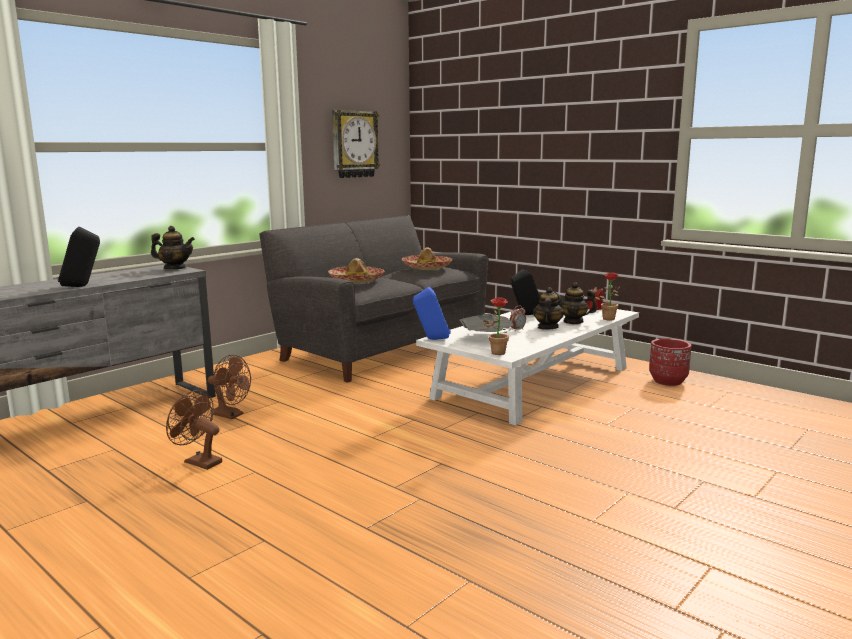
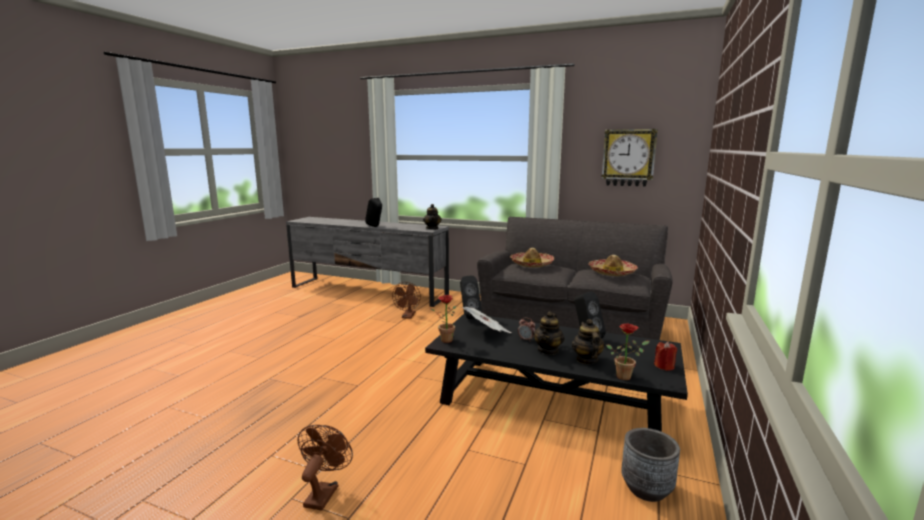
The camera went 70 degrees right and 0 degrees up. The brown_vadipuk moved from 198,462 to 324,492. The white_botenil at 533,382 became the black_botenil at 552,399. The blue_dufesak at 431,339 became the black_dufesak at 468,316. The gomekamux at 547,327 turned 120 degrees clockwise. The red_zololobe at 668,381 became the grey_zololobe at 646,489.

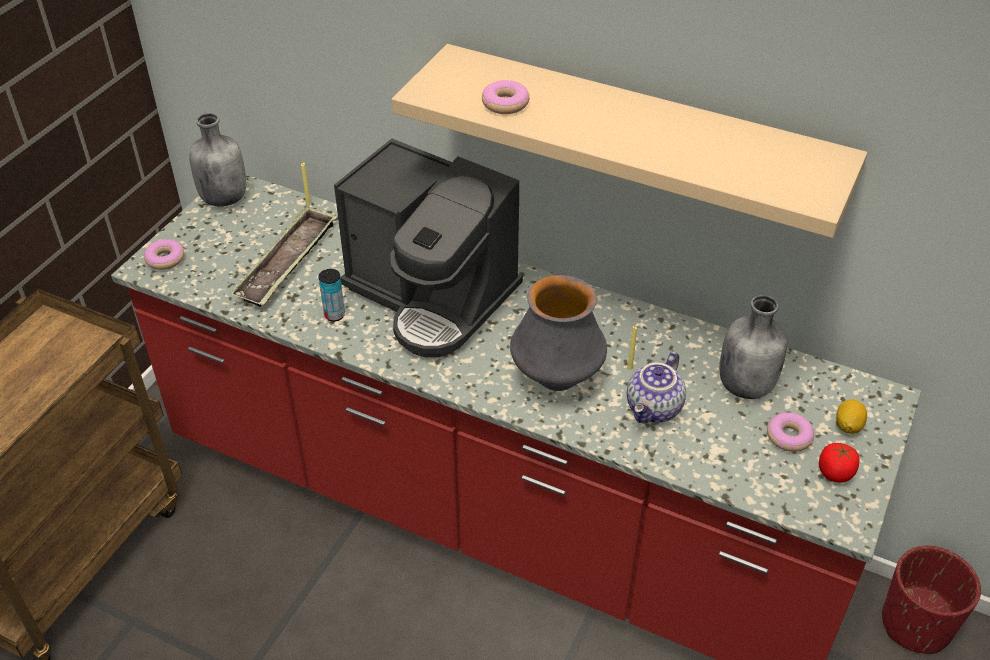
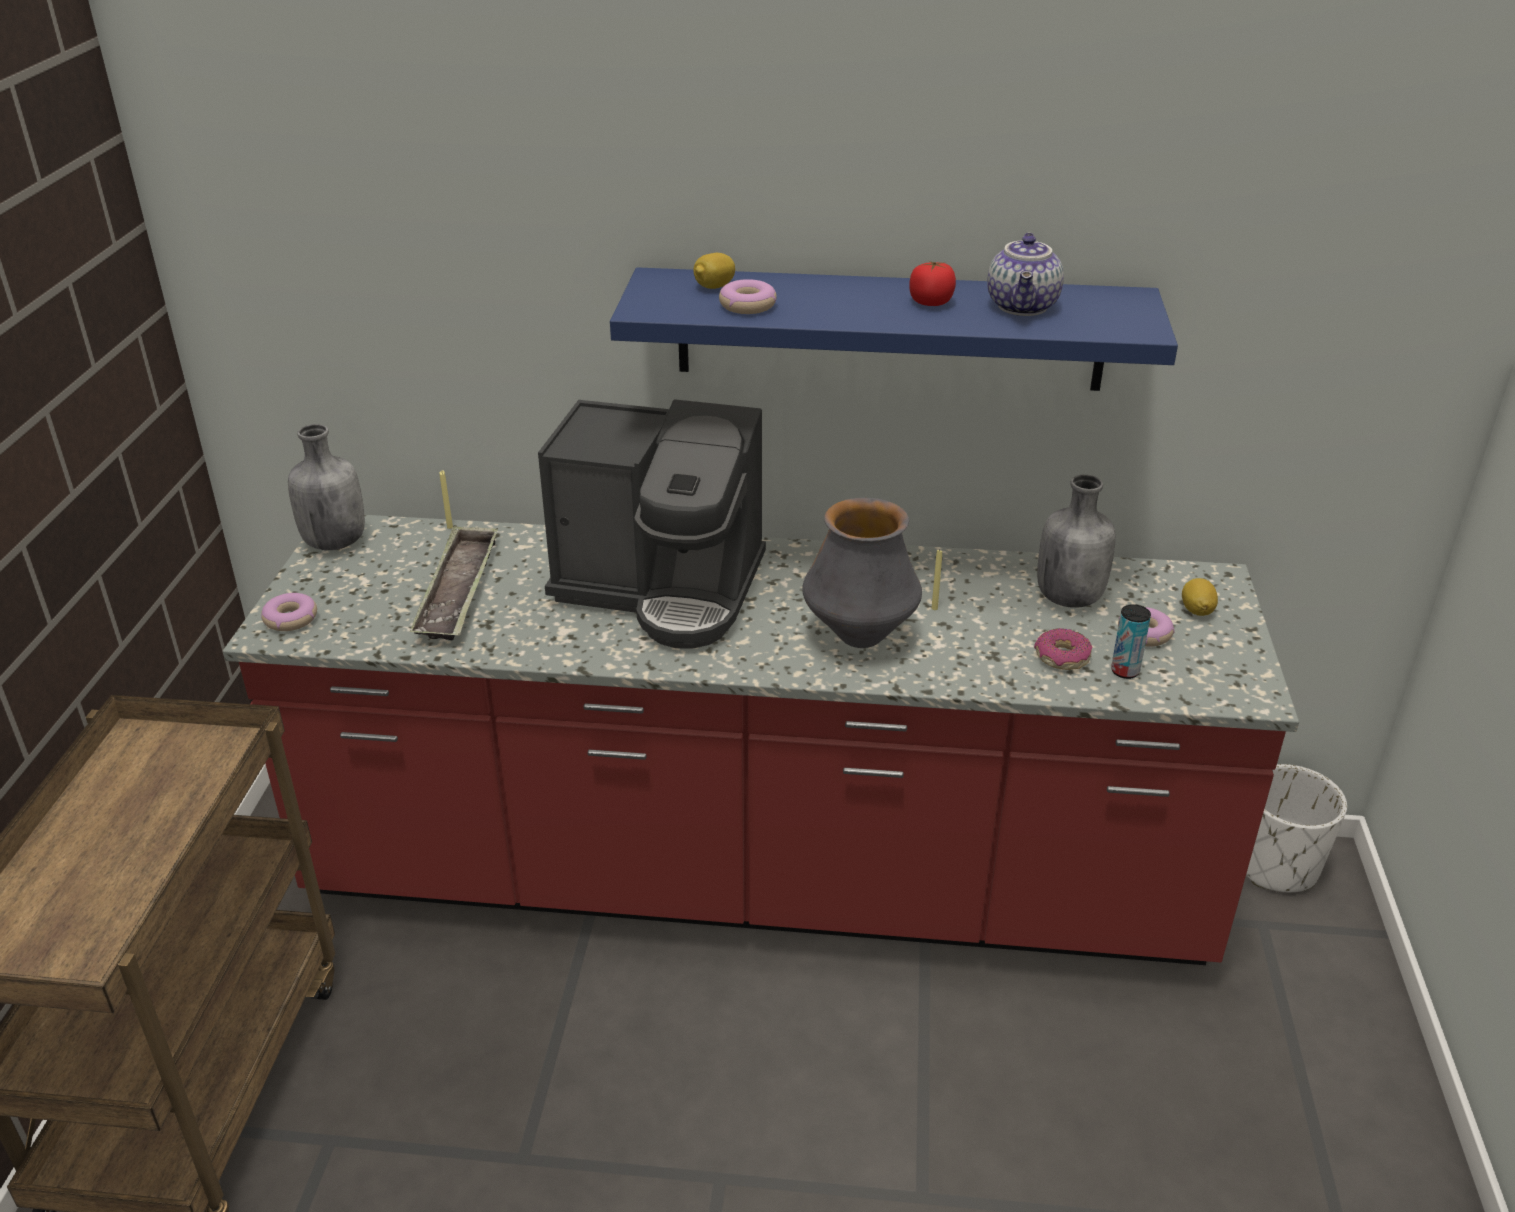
The camera went 20 degrees left and 10 degrees down. The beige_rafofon at 639,133 became the blue_rafofon at 889,329. The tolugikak at 714,287 appeared. The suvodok moved from 835,473 to 931,302. The gomekamux moved from 655,409 to 1024,307. The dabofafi at 1062,657 appeared. The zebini moved from 334,315 to 1125,671. The red_zololobe at 916,624 became the white_zololobe at 1276,866.

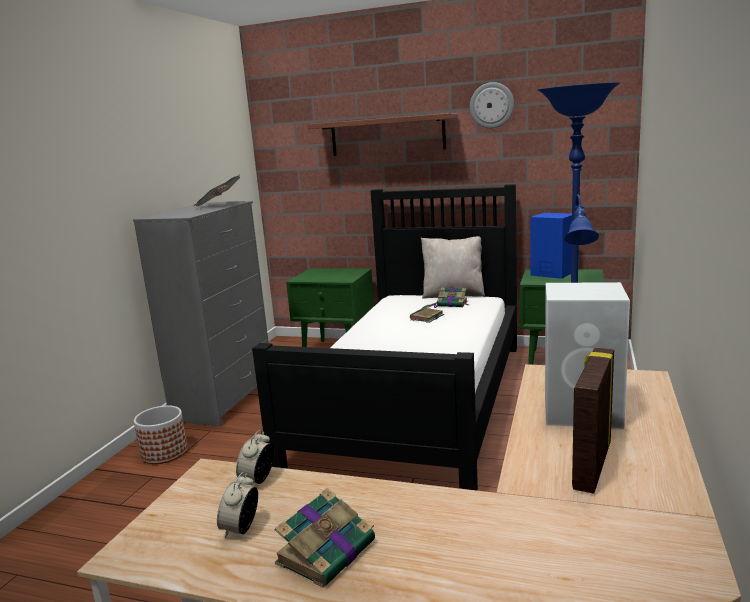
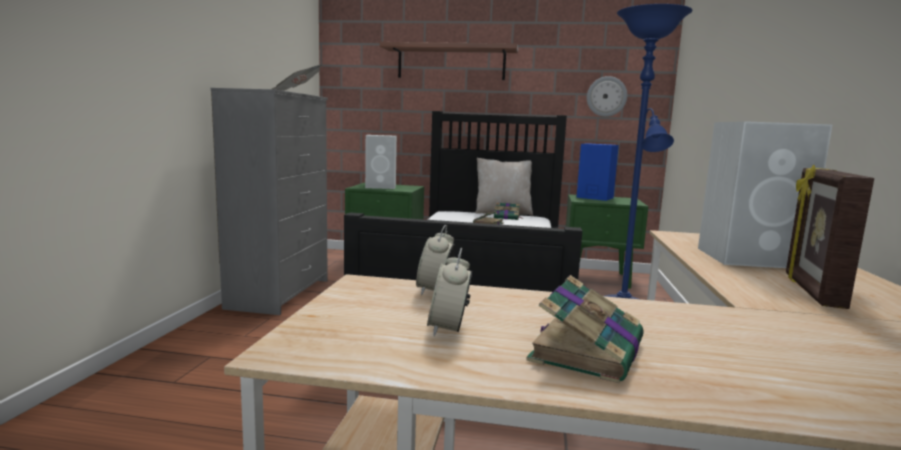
The camera went 10 degrees left and 5 degrees down. The white_dufesak at 381,187 appeared. The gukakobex moved from 491,105 to 606,96. The zololobe at 164,452 disappeared.

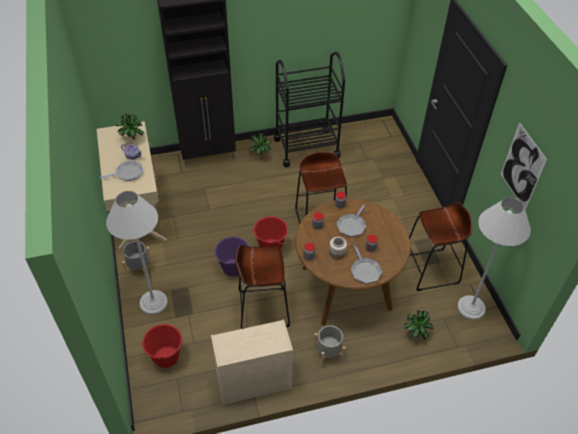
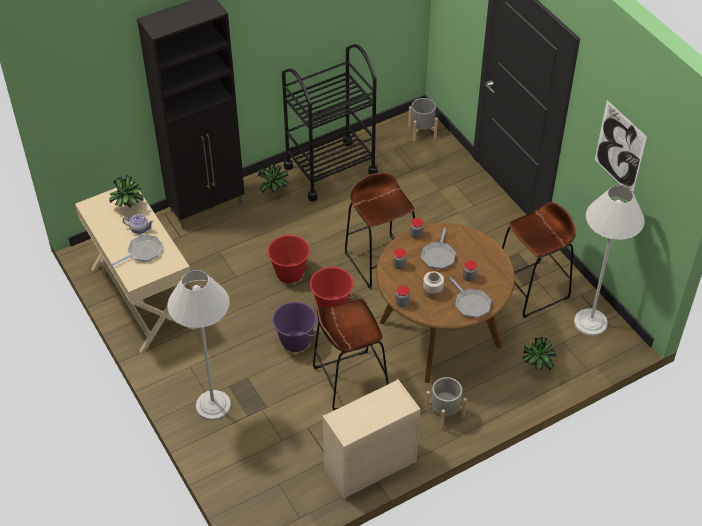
The camera went 15 degrees left and 0 degrees up. The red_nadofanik moved from 166,357 to 290,274. The grey_zololobe moved from 139,269 to 422,131.

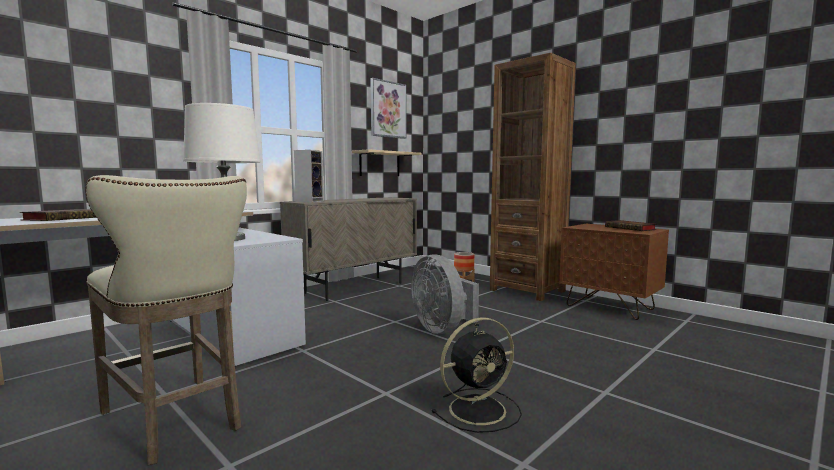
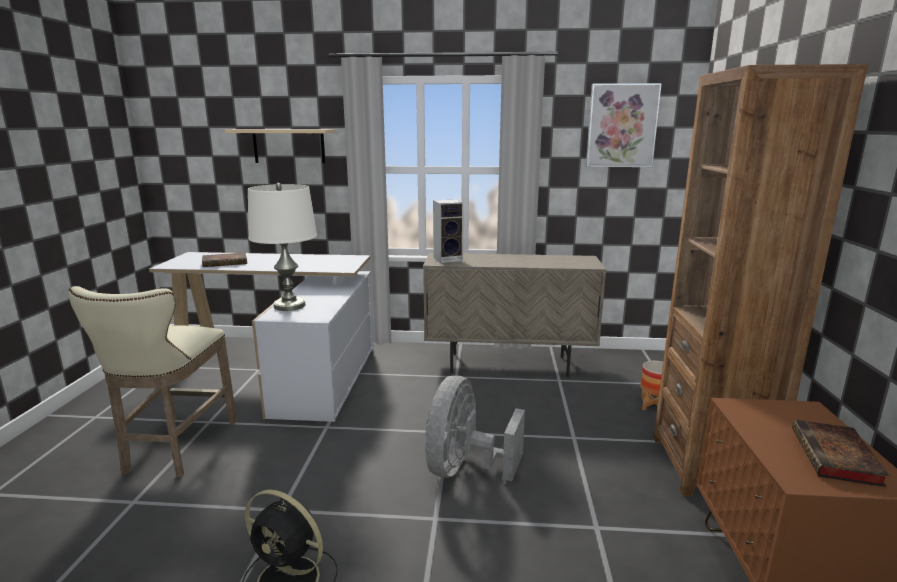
The camera went 50 degrees right and 10 degrees up. The beige_rafofon moved from 379,164 to 289,146.

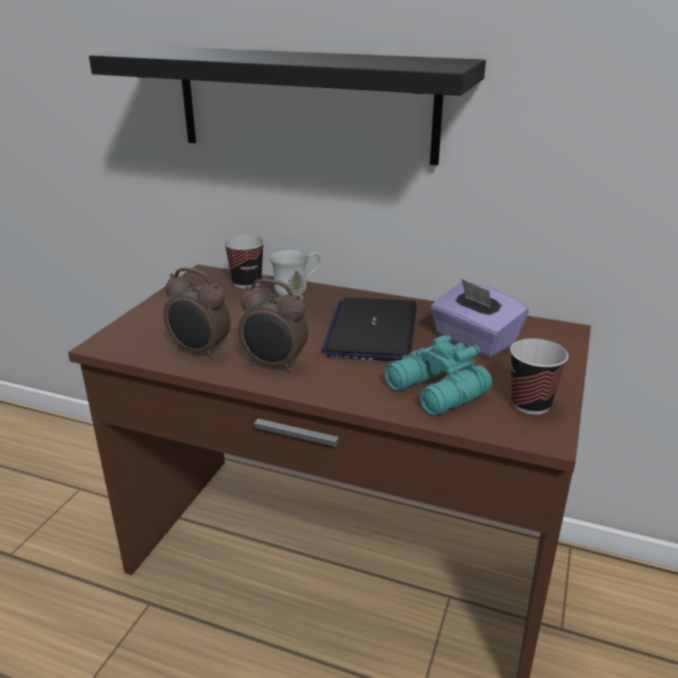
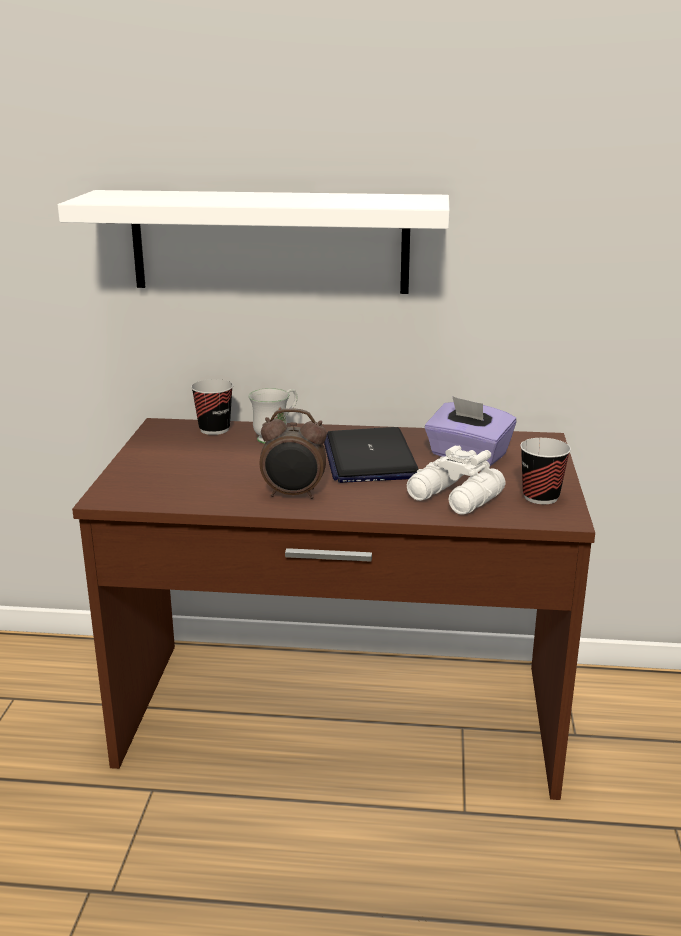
The camera went 15 degrees left and 5 degrees down. The black_rafofon at 305,104 became the white_rafofon at 269,242. The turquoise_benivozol at 435,392 became the white_benivozol at 455,498. The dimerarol at 200,351 disappeared.

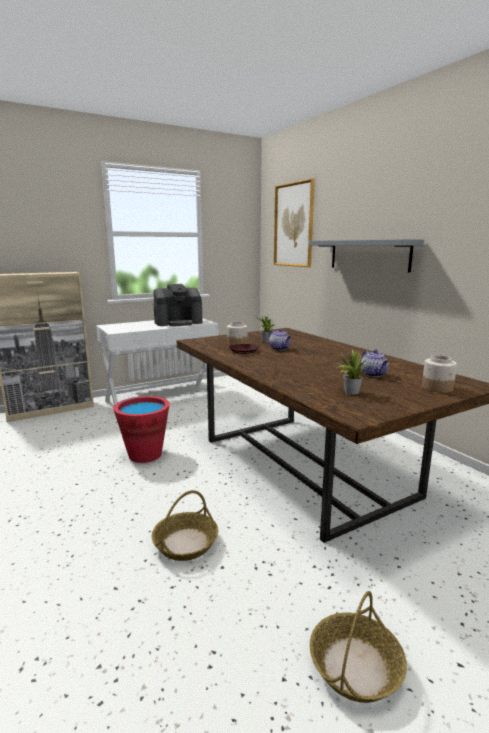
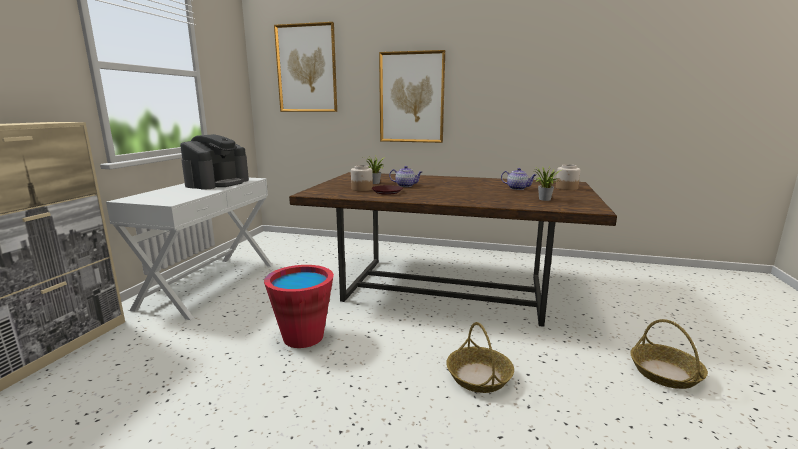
The camera went 45 degrees left and 0 degrees up. The grey_rafofon at 368,255 was replaced by the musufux at 411,97.

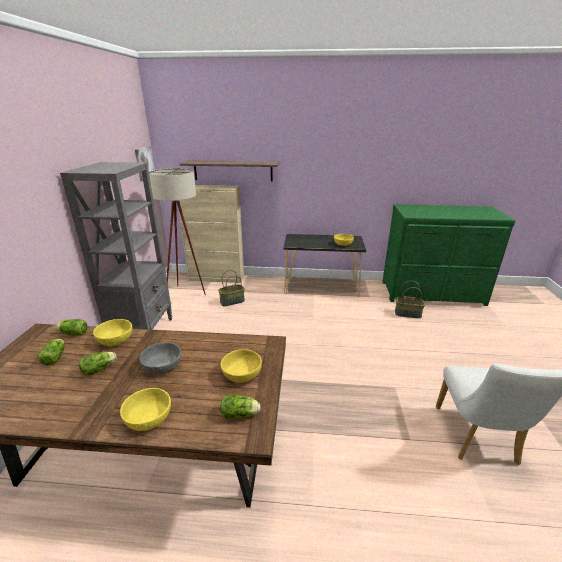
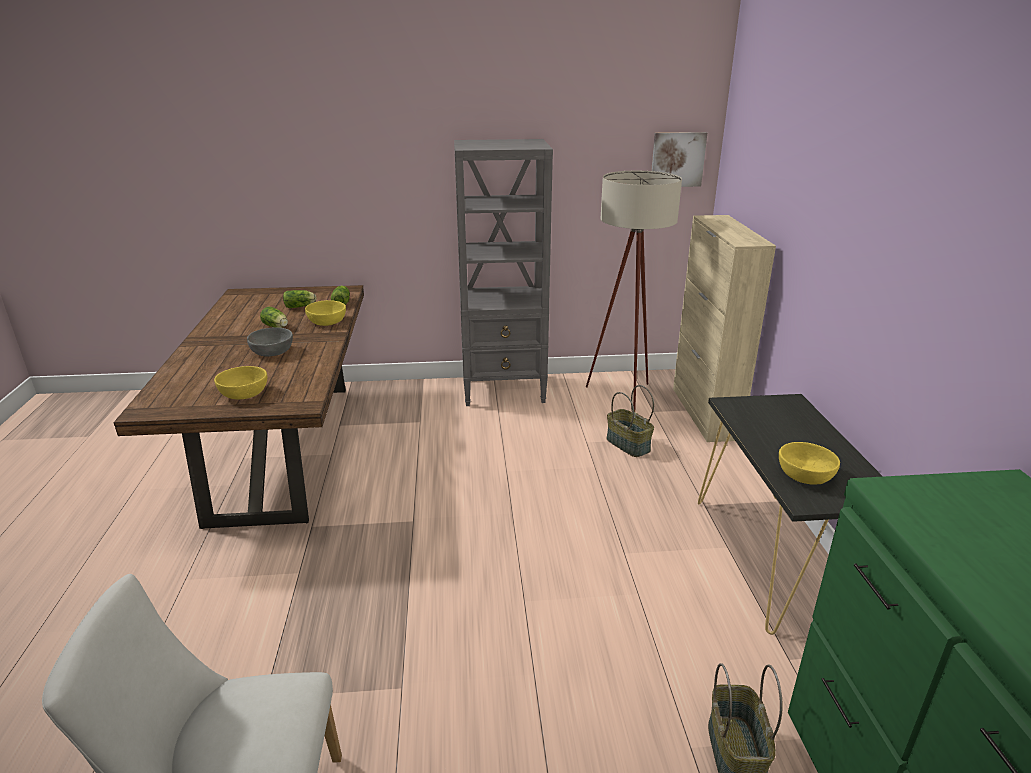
The camera went 80 degrees right and 0 degrees up. The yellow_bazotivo at 149,418 disappeared. The rafofon at 233,170 disappeared. The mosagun at 241,414 disappeared.

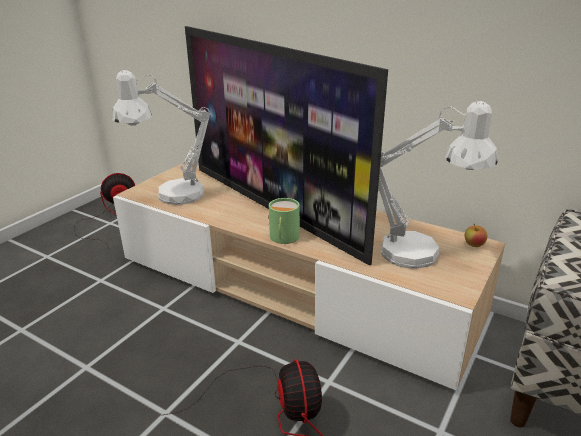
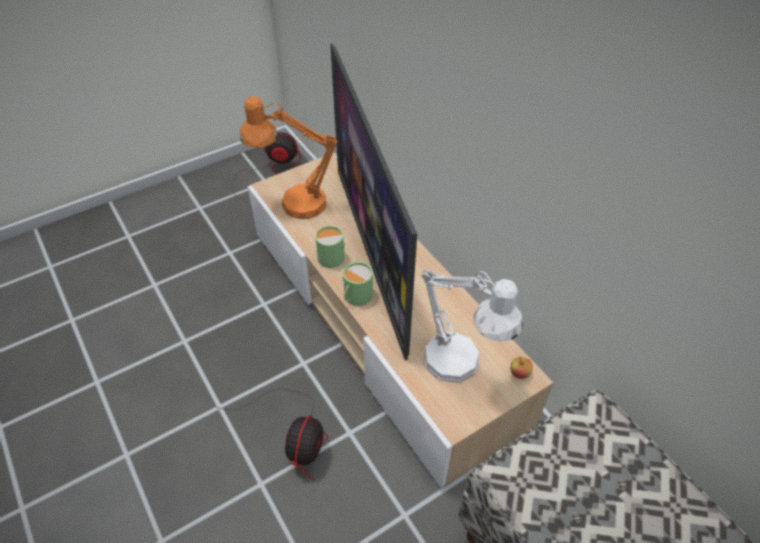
The camera went 25 degrees right and 20 degrees up. The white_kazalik at 171,196 became the orange_kazalik at 294,203. The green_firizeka at 331,255 appeared.

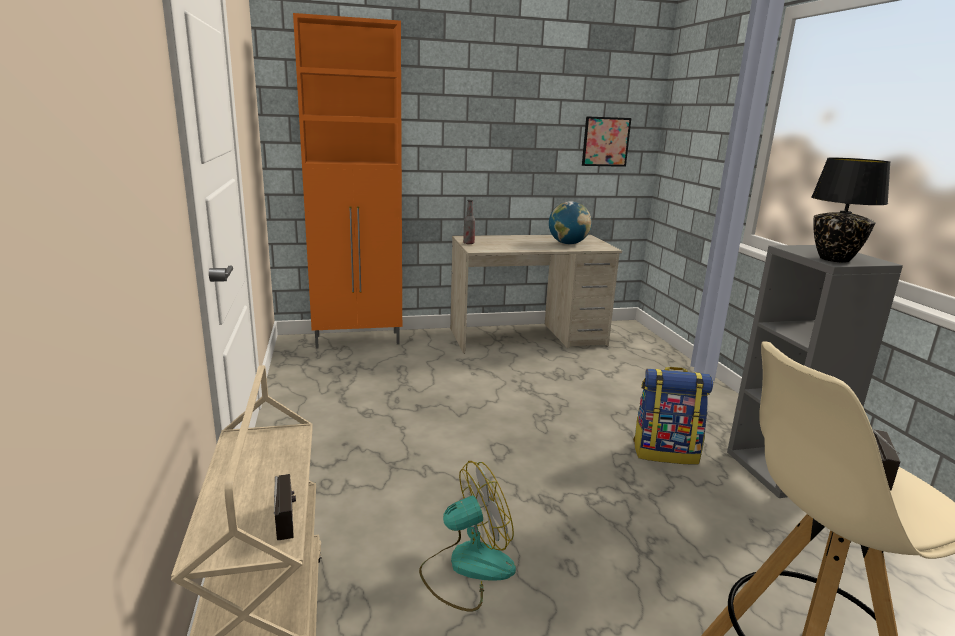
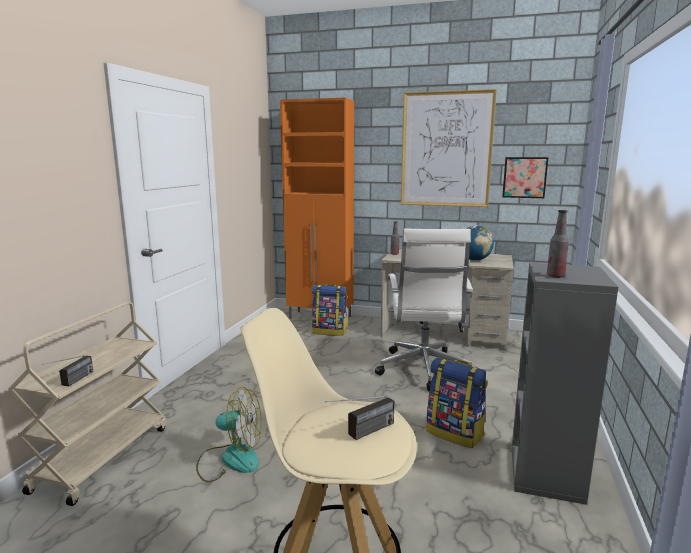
The camera went 30 degrees right and 5 degrees down. The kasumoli at 330,331 appeared. The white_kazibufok at 423,370 appeared. The musufux at 446,149 appeared. The black_kazalik at 833,259 was replaced by the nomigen at 555,276.

